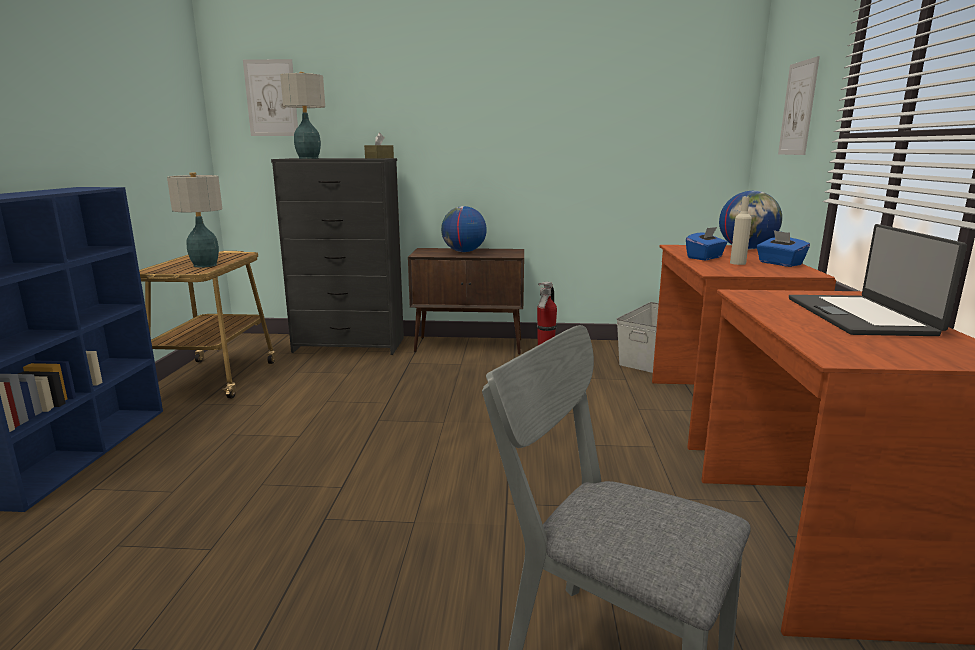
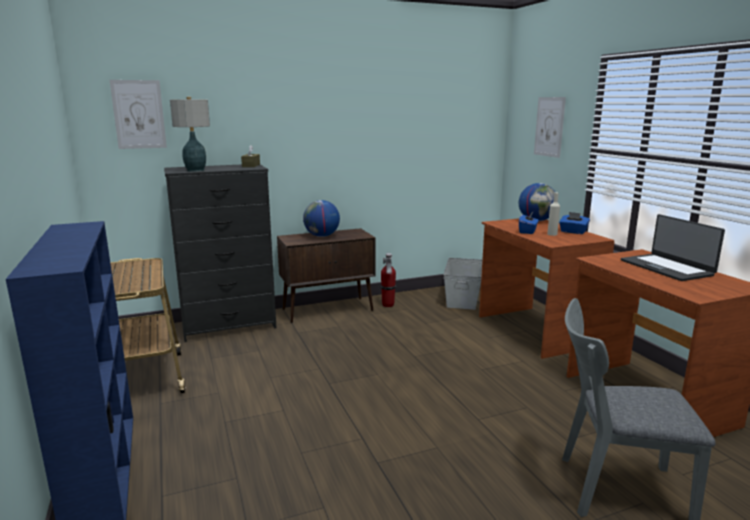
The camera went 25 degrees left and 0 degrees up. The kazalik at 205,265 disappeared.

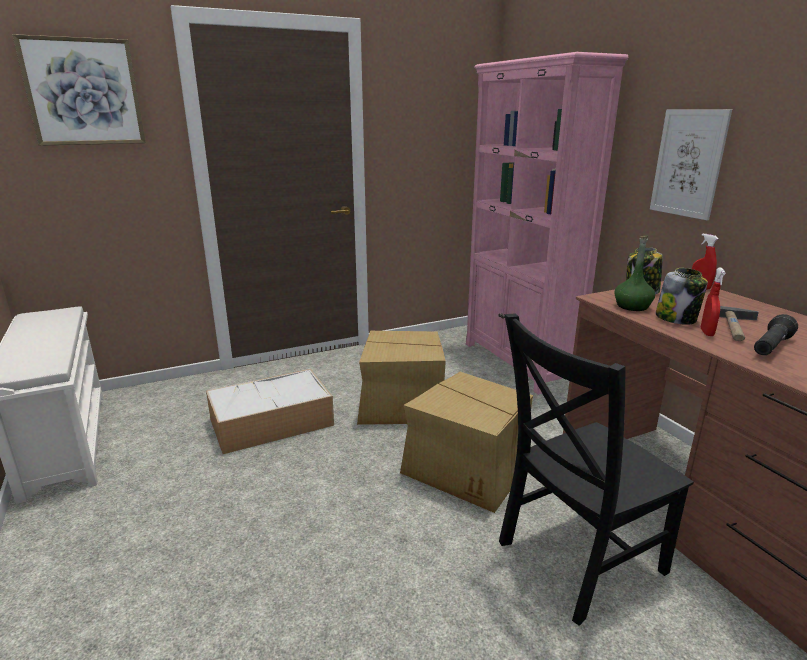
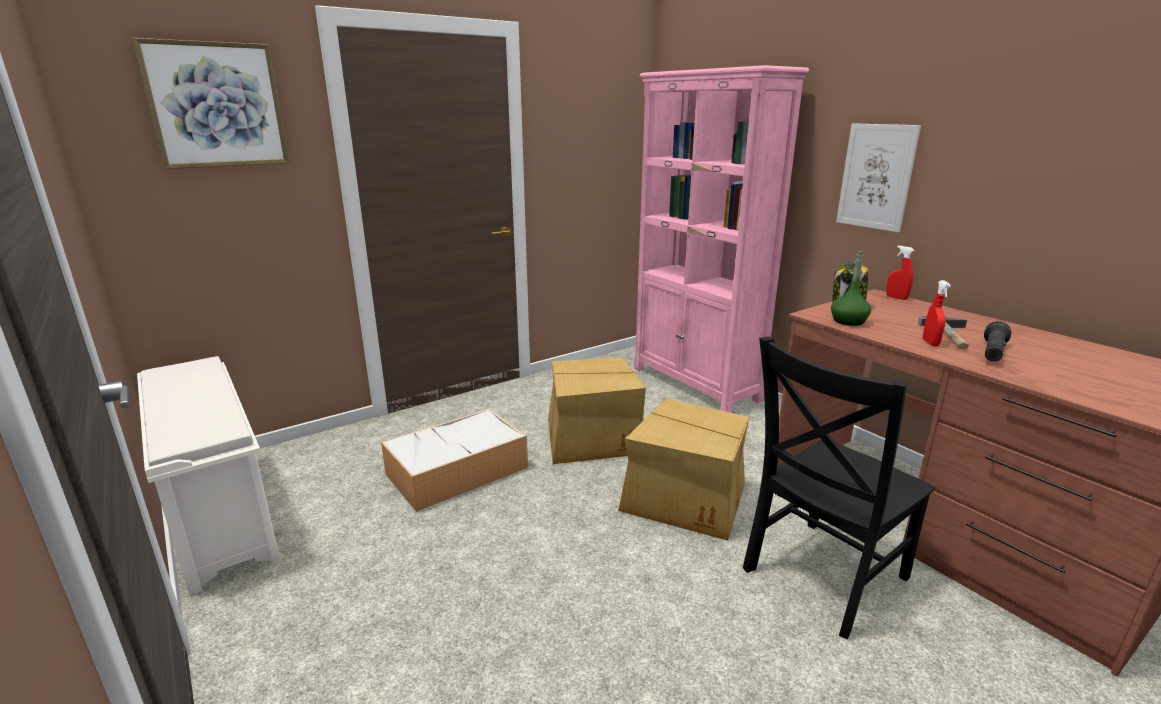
The camera went 10 degrees left and 0 degrees up. The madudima at 676,318 disappeared.

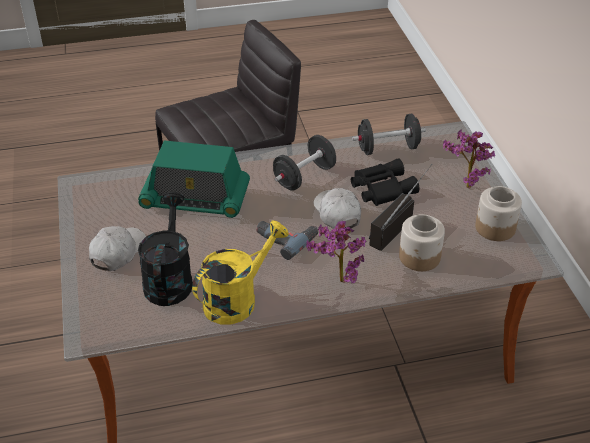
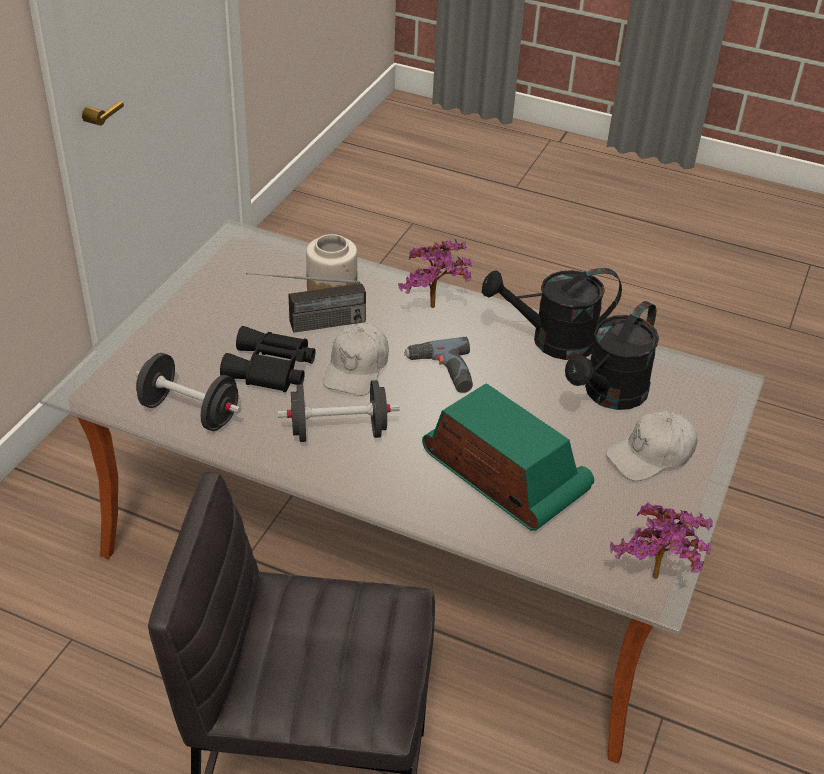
The camera went 145 degrees left and 0 degrees up. The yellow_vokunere at 237,299 became the black_vokunere at 552,341. The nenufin moved from 464,185 to 656,582. The madudima at 494,228 disappeared.

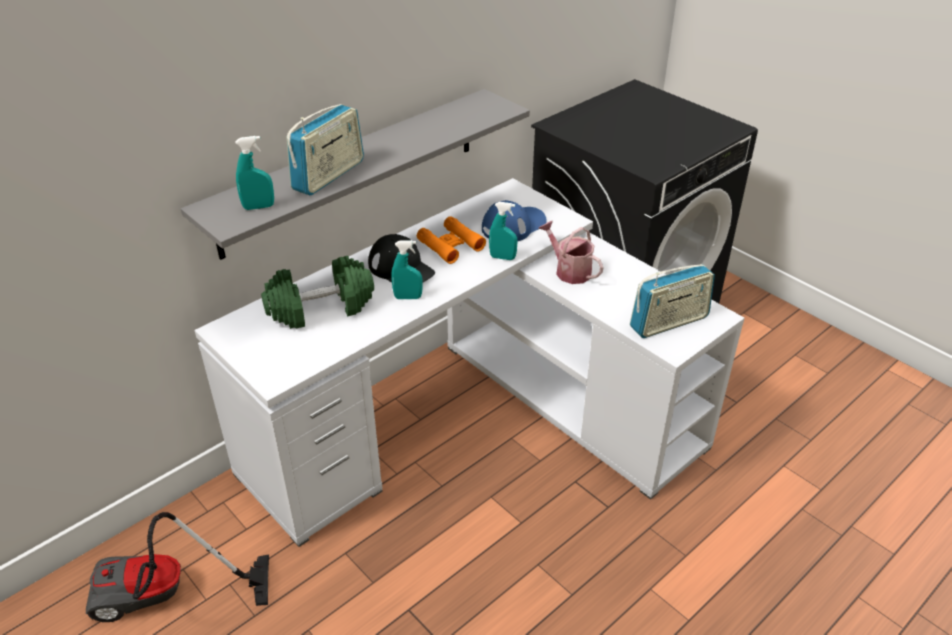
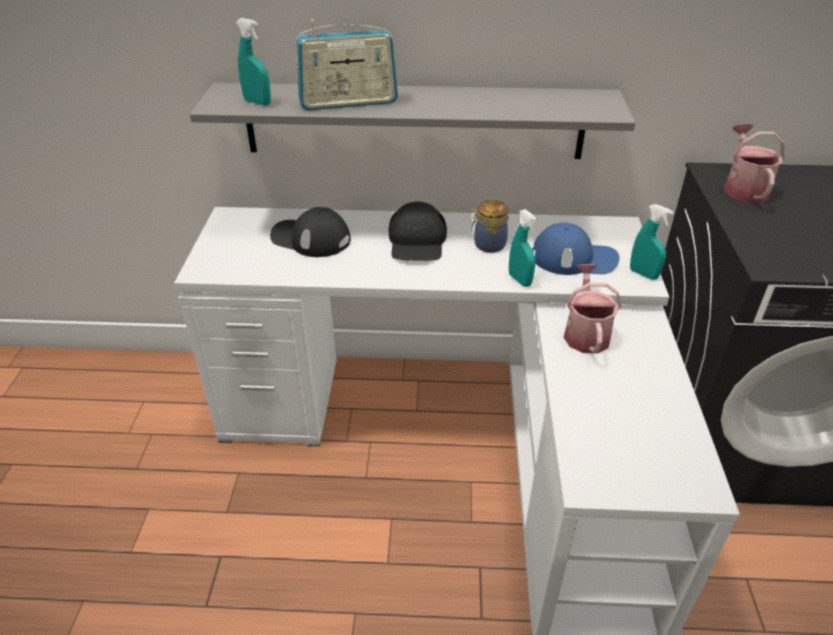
The camera went 45 degrees right and 0 degrees up. The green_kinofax at 320,309 was replaced by the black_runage at 310,238. The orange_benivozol at 450,245 was replaced by the madudima at 488,245. The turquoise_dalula moved from 408,297 to 643,274. The vokunere at 743,188 appeared. The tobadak at 165,599 disappeared. The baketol at 669,323 disappeared.

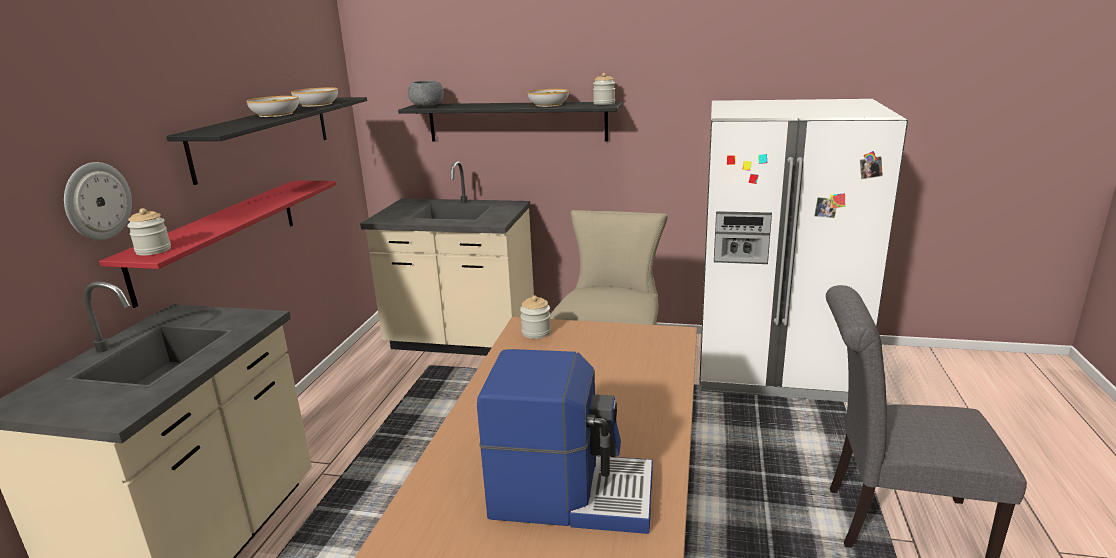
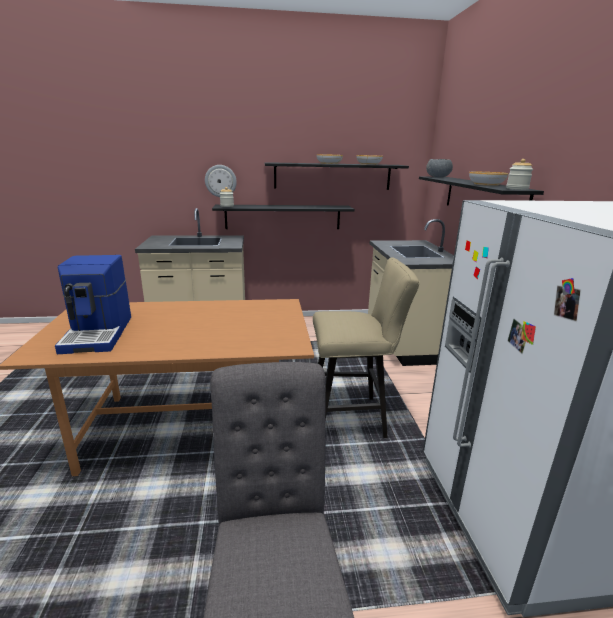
The camera went 70 degrees right and 0 degrees up. The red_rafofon at 219,236 became the black_rafofon at 283,217. The madudima at 536,332 disappeared.

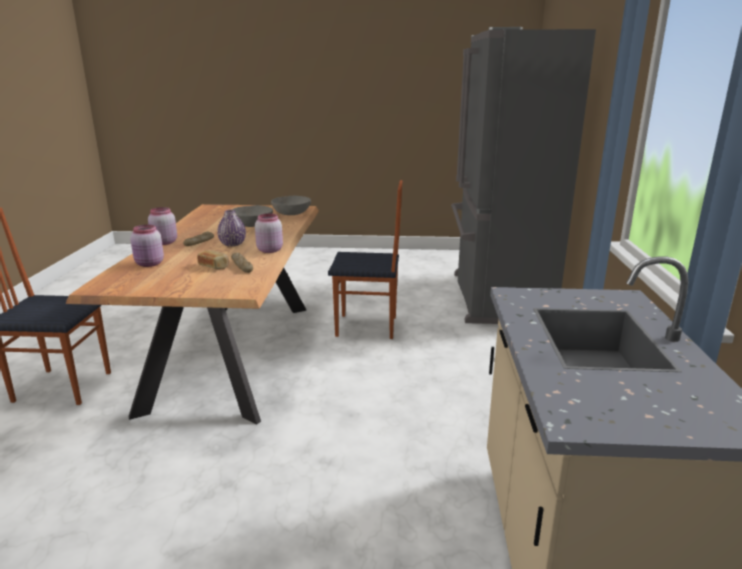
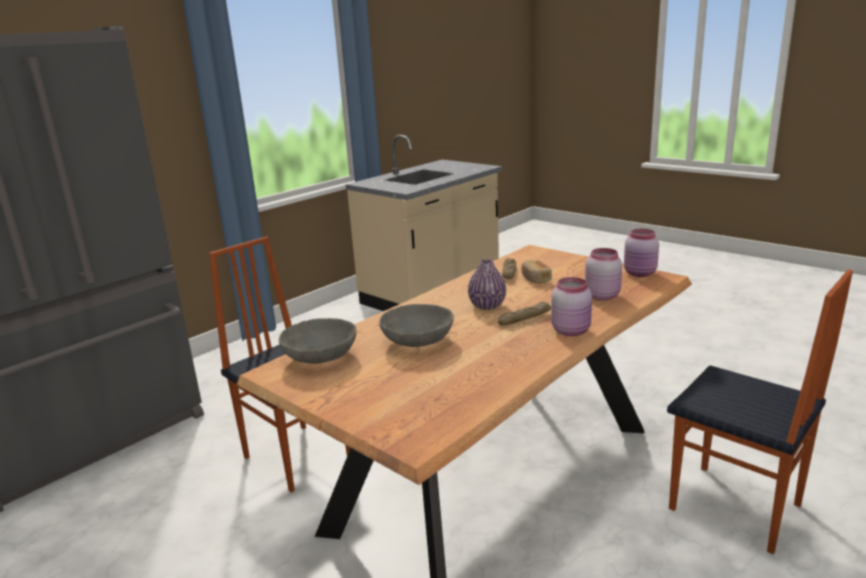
The camera went 140 degrees left and 0 degrees up. The pink_madudima moved from 269,250 to 640,273.

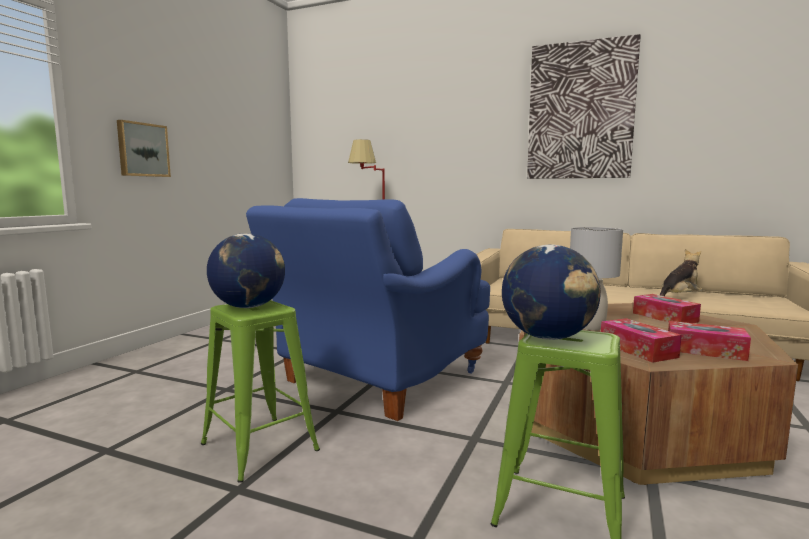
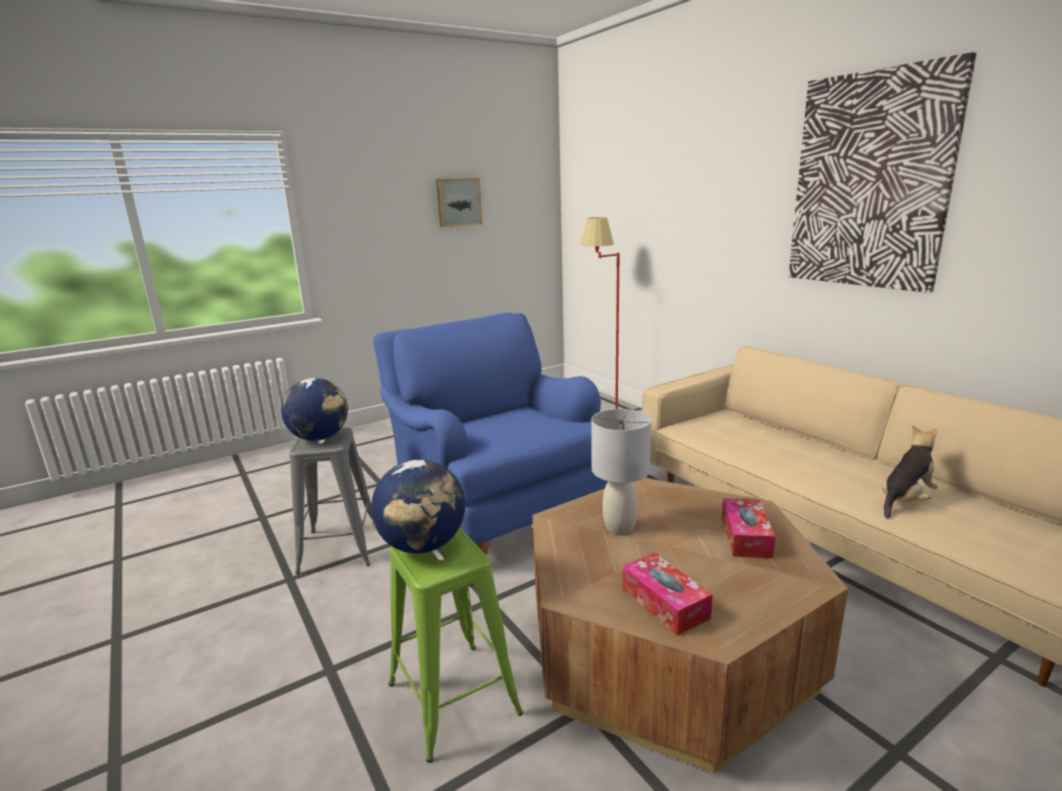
The camera went 35 degrees right and 10 degrees up. The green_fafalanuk at 259,447 became the grey_fafalanuk at 339,548. The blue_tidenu at 376,380 turned 75 degrees clockwise. The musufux moved from 142,150 to 458,202. The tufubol at 679,297 turned 45 degrees counterclockwise. The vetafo at 637,349 disappeared.

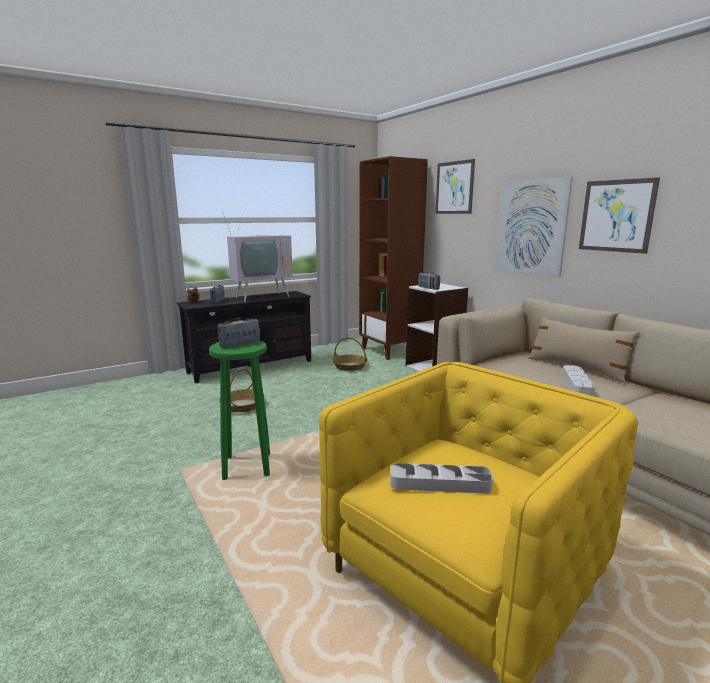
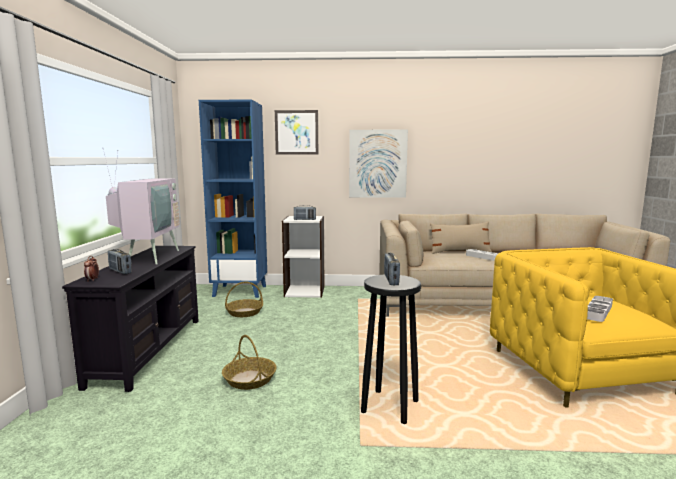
The camera went 55 degrees left and 5 degrees down. The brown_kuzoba at 389,351 became the blue_kuzoba at 240,291. The green_fafalanuk at 246,466 became the black_fafalanuk at 389,407. The musufux at 616,216 disappeared.

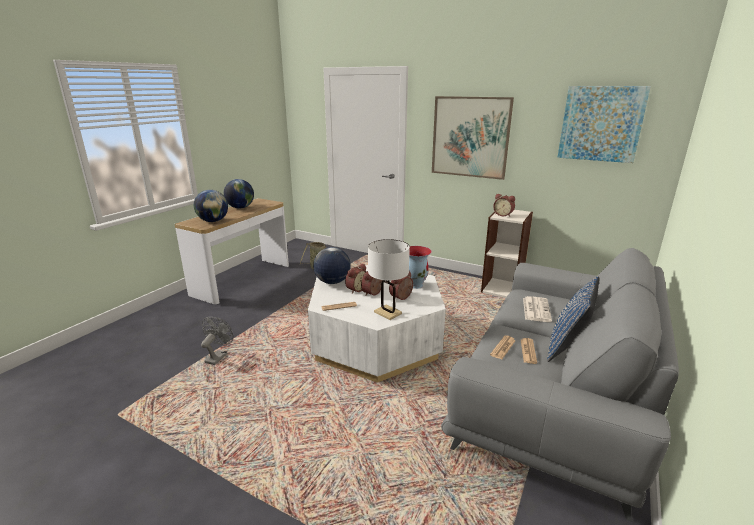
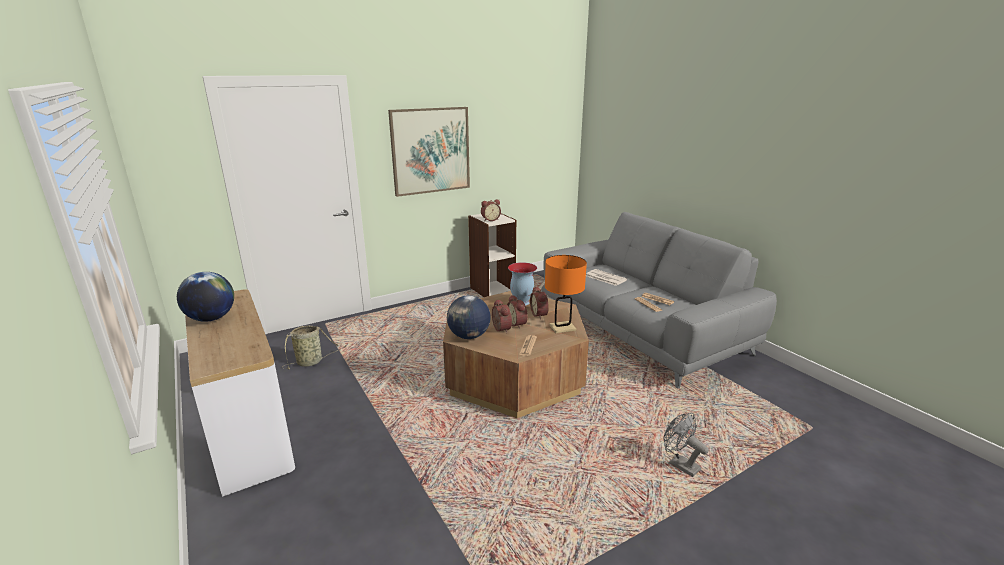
The camera went 60 degrees left and 0 degrees up. The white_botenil at 376,341 became the brown_botenil at 514,374. The white_kazalik at 387,313 became the orange_kazalik at 562,328. The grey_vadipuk moved from 218,356 to 679,464. The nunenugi at 213,221 disappeared. The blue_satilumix at 567,346 disappeared. The musufux at 601,124 disappeared.

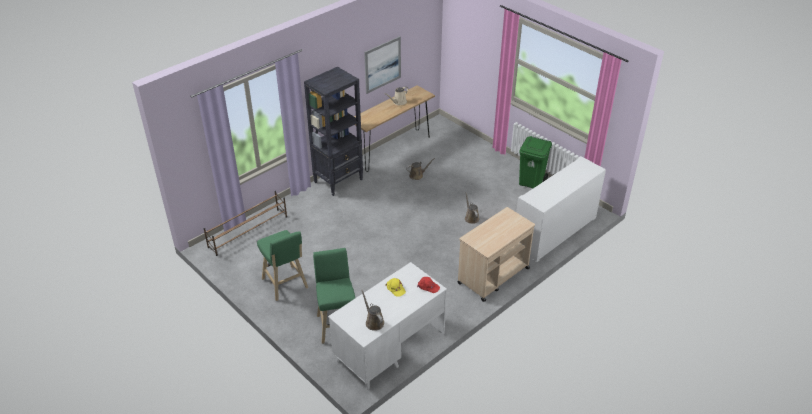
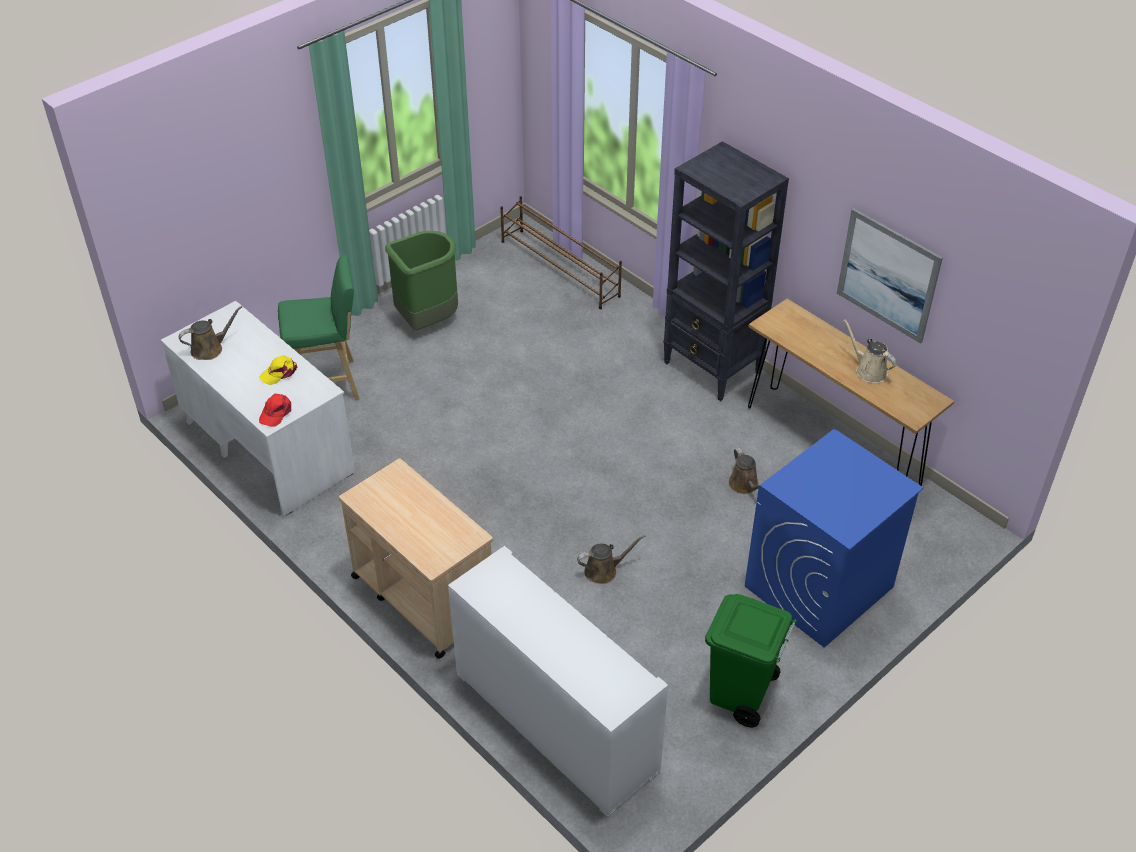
The camera went 90 degrees right and 5 degrees up. The green_fafalanuk at 285,285 was replaced by the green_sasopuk at 427,320. The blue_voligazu at 818,587 appeared.

